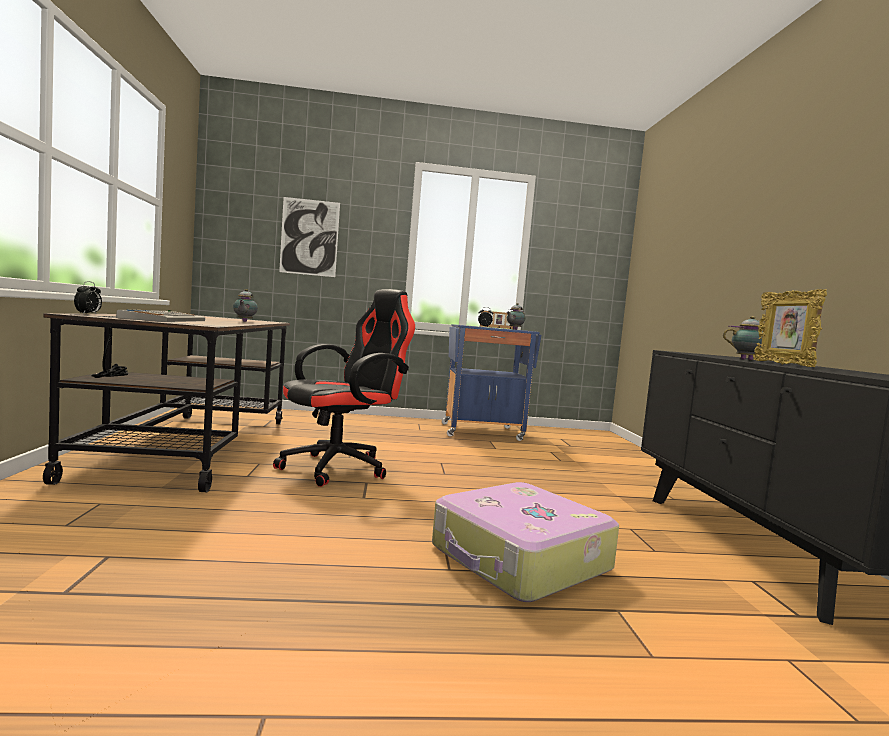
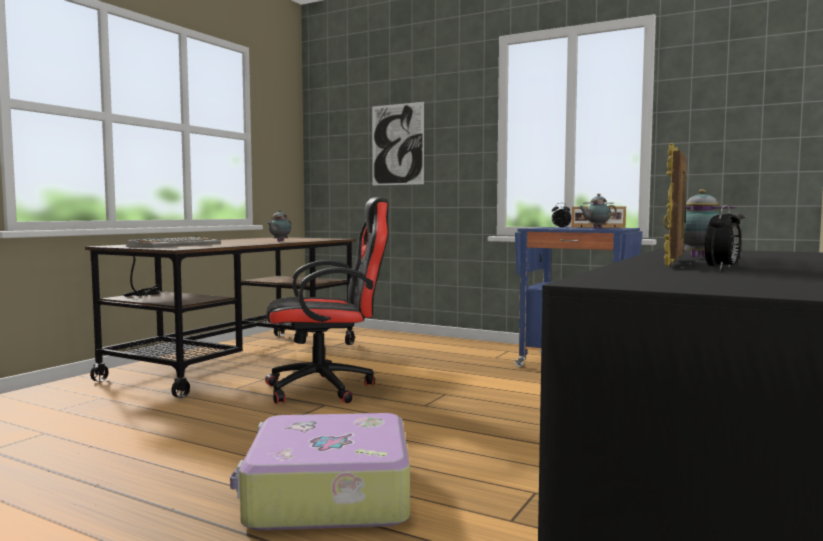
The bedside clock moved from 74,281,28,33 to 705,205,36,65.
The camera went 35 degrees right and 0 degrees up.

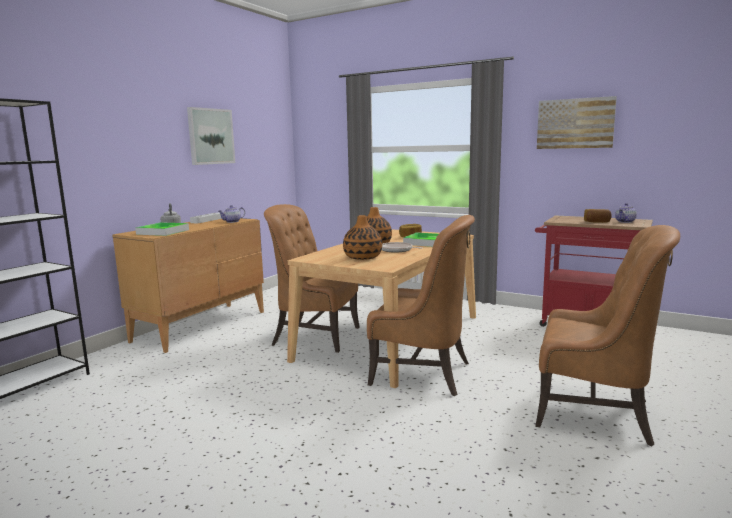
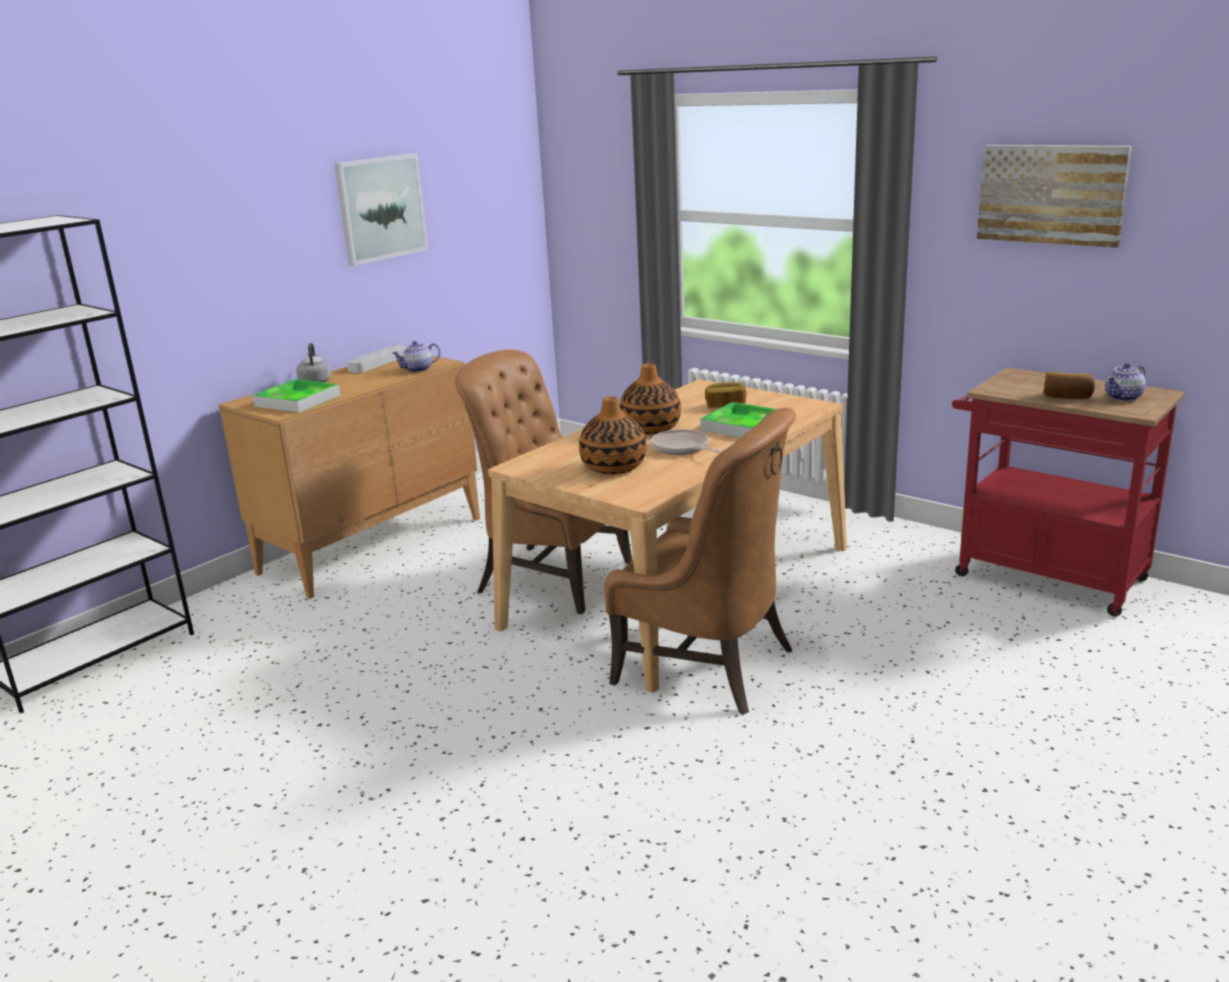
The brown plain chair at 535,225,145,221 disappeared.
The camera went 10 degrees right and 10 degrees up.

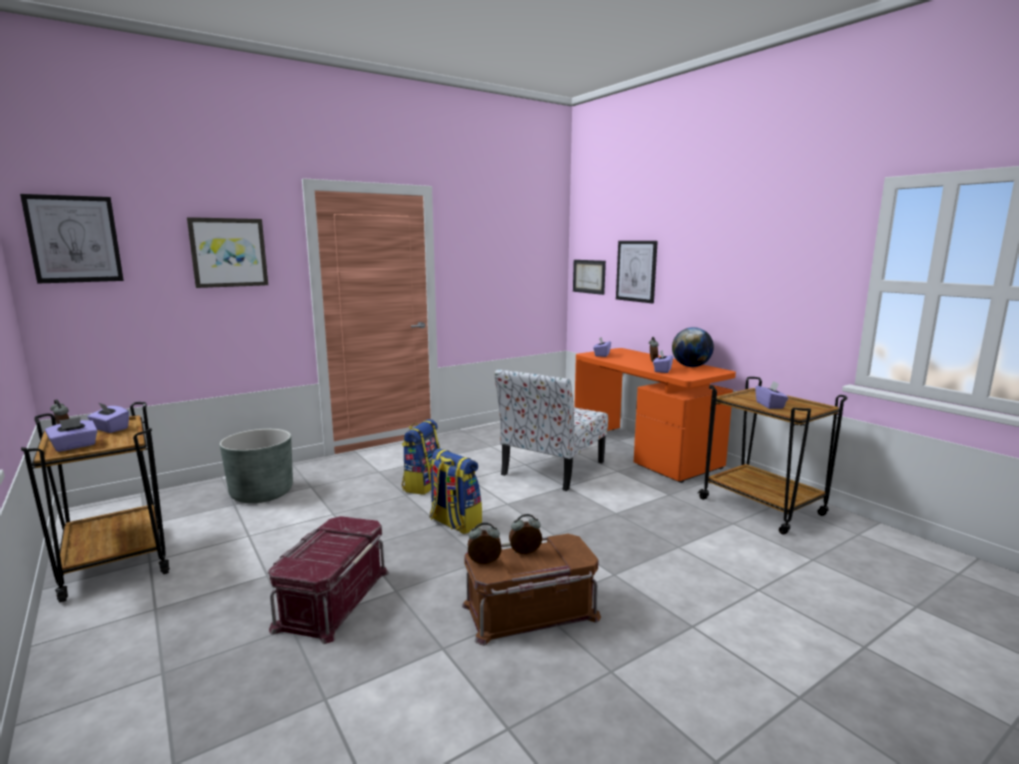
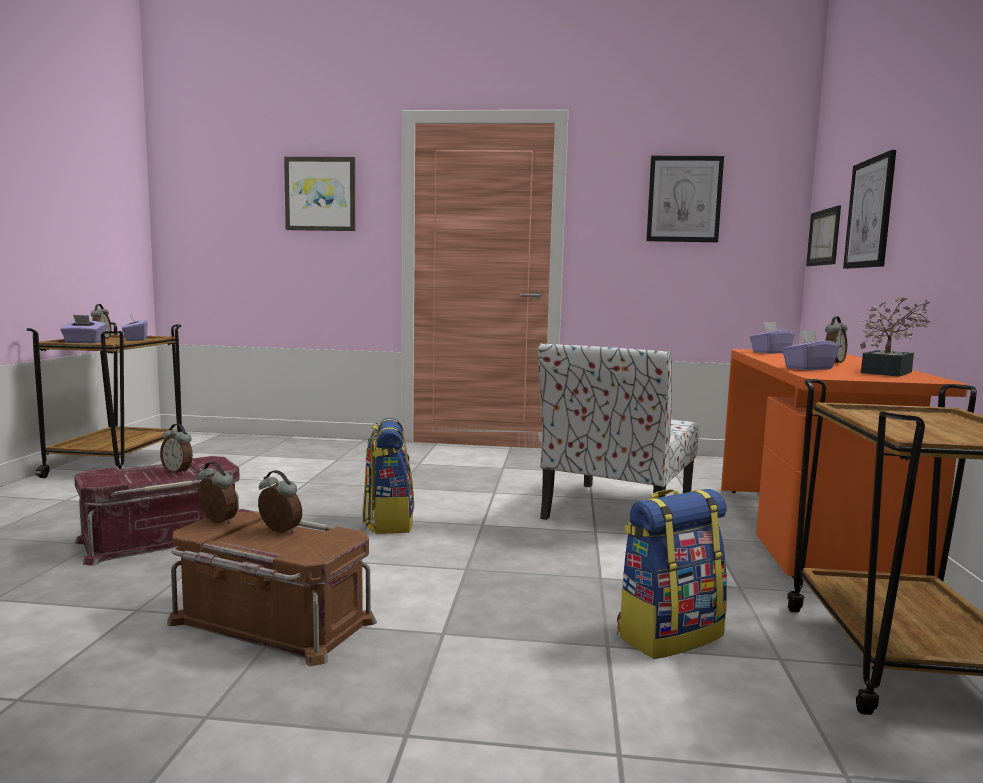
The picture moved from 20,194,104,90 to 646,156,78,86.
The grey flower pot at 220,429,73,74 disappeared.
The backpack moved from 401,419,39,76 to 617,489,110,170.
The plain chair at 494,369,114,122 turned 45 degrees counterclockwise.
The world globe at 672,327,42,40 was replaced by the plant in a pot at 860,296,71,81.
The purplish tissue box at 755,381,34,28 disappeared.
The bedside clock at 160,424,33,50 appeared.
The camera went 40 degrees right and 5 degrees down.

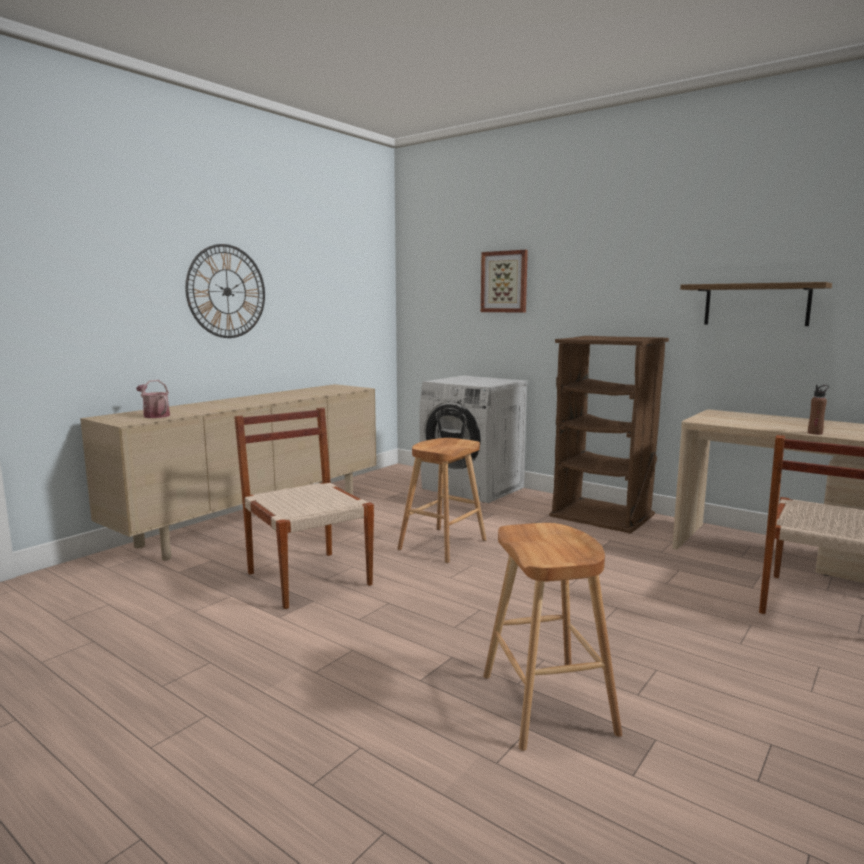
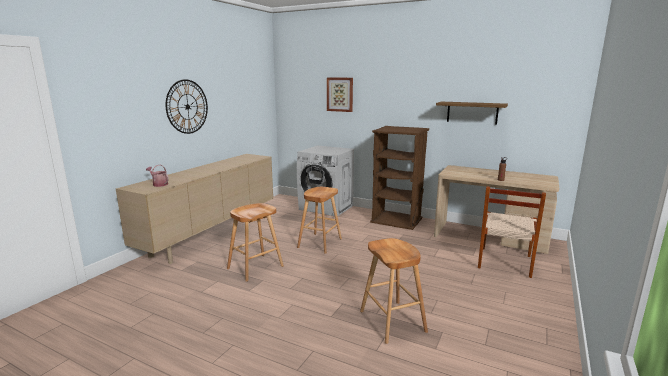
The plain chair at 234,408,140,201 was replaced by the brown stool at 227,203,57,79.
The camera went 10 degrees left and 5 degrees up.

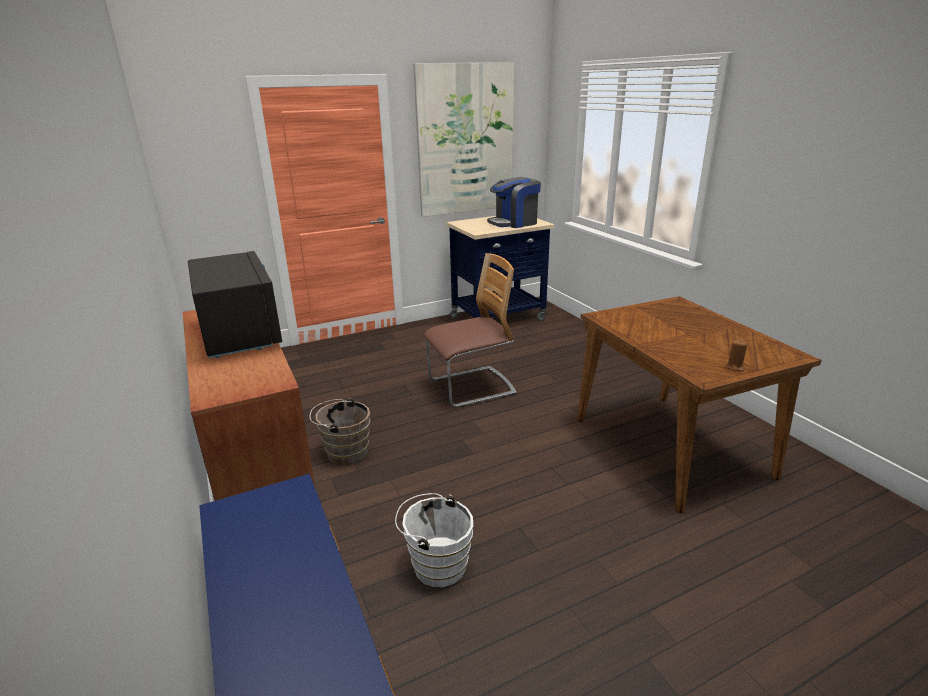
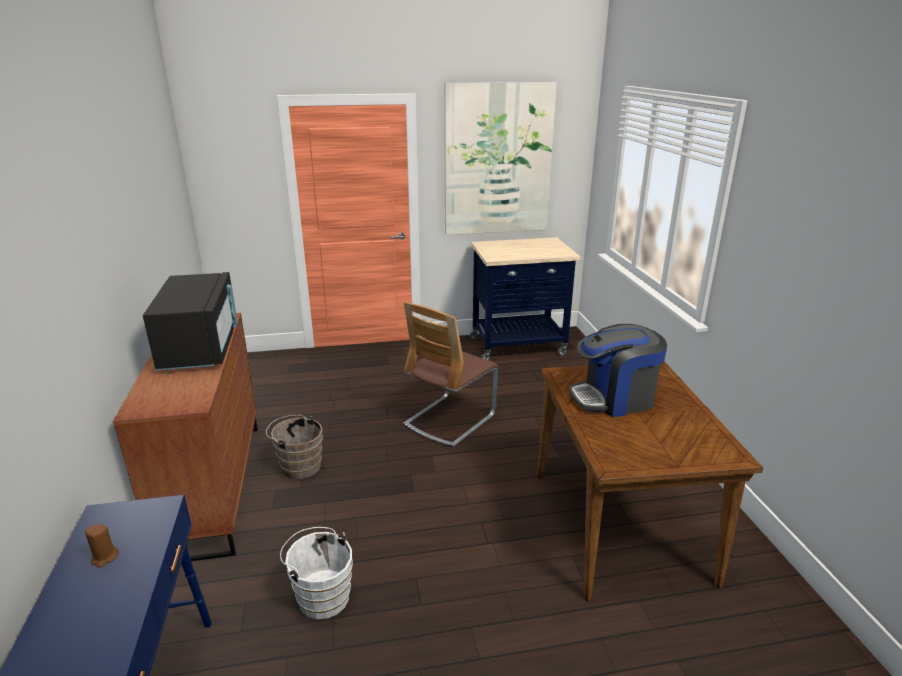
The plain chair at 424,253,92,154 turned 135 degrees clockwise.
The coffee brewer moved from 487,177,54,51 to 569,324,98,93.
The brown wax light moved from 726,340,21,32 to 85,524,34,44.
The camera went 15 degrees right and 0 degrees up.

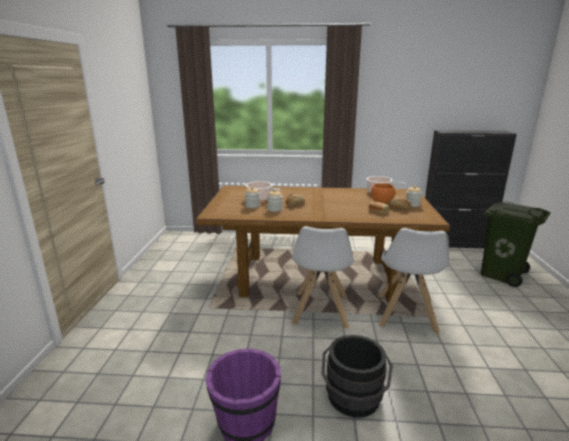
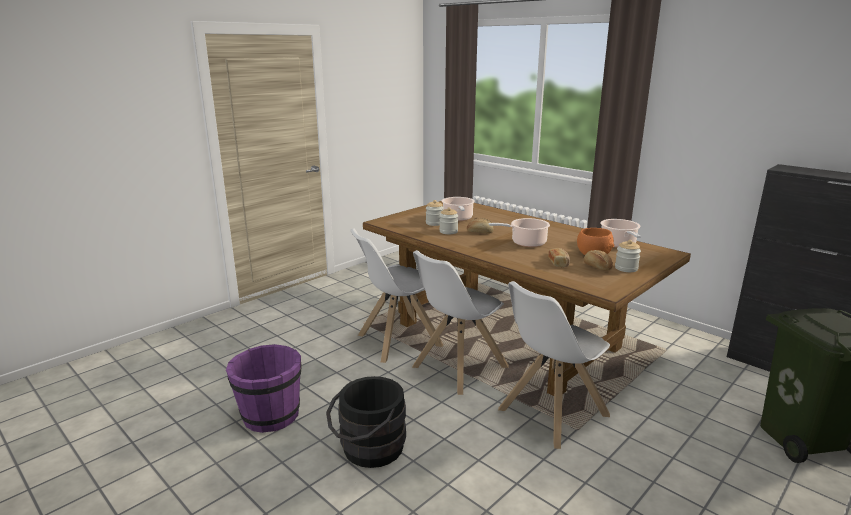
The plain chair at 350,228,93,135 appeared.
The stockpot at 488,218,62,29 appeared.
The camera went 40 degrees right and 0 degrees up.

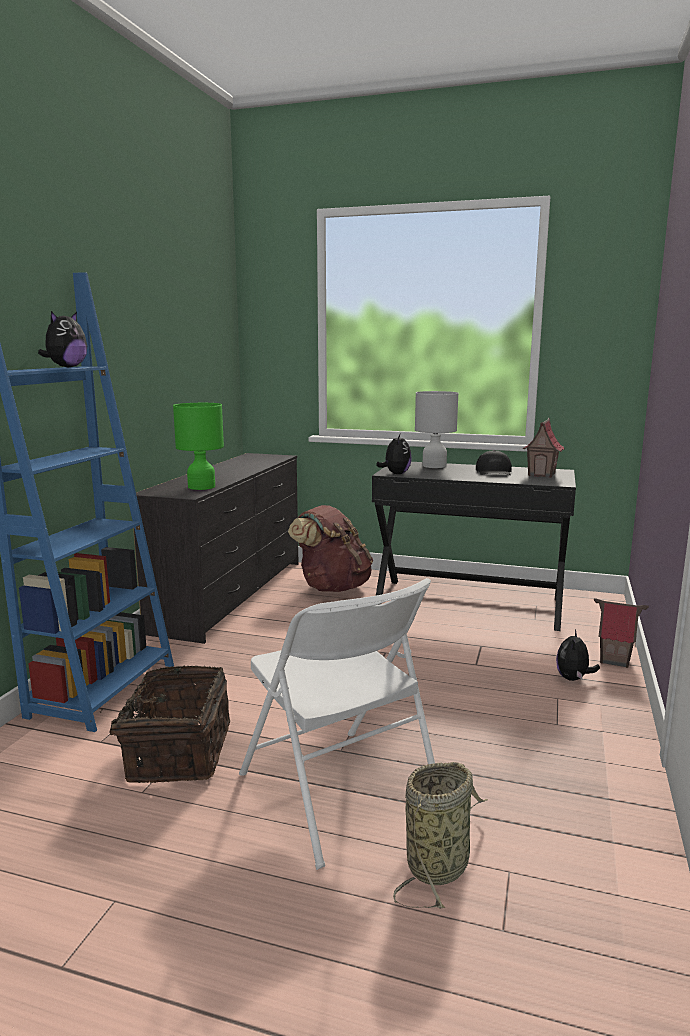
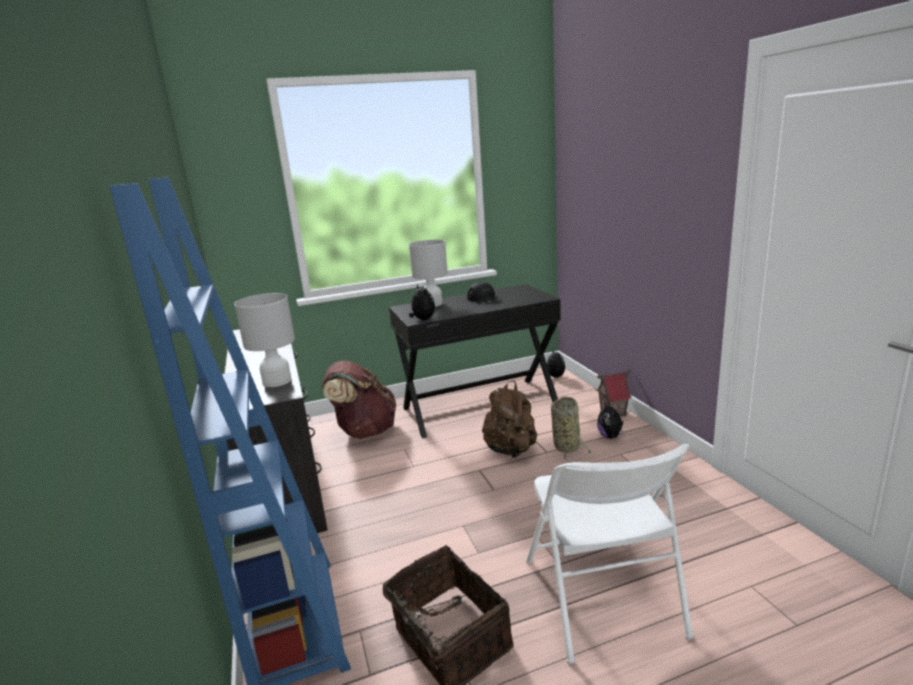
The plush toy moved from 38,311,49,57 to 547,348,18,30.
The green table lamp at 173,403,51,87 became the grey table lamp at 234,293,61,94.
The white plain chair at 239,578,196,292 turned 60 degrees clockwise.
The household basket moved from 393,762,95,147 to 551,396,41,66.
The toy house at 523,418,42,60 disappeared.
The brown backpack at 482,380,55,78 appeared.
The camera went 35 degrees left and 5 degrees up.

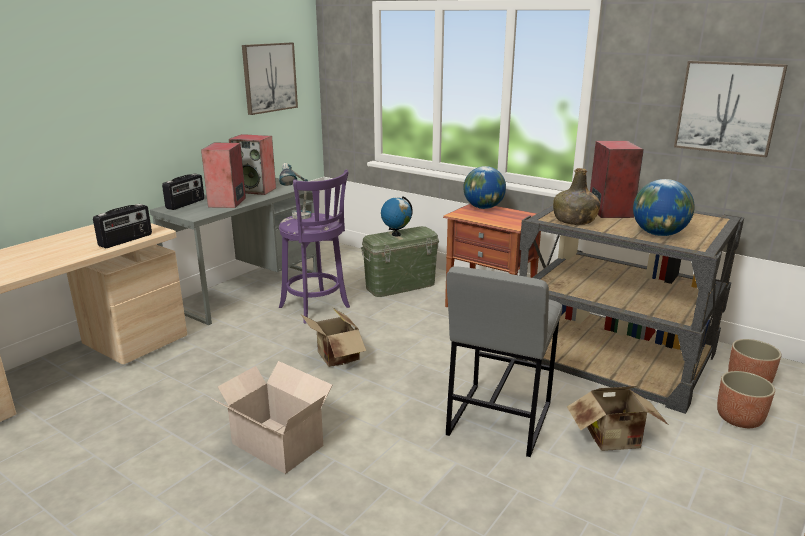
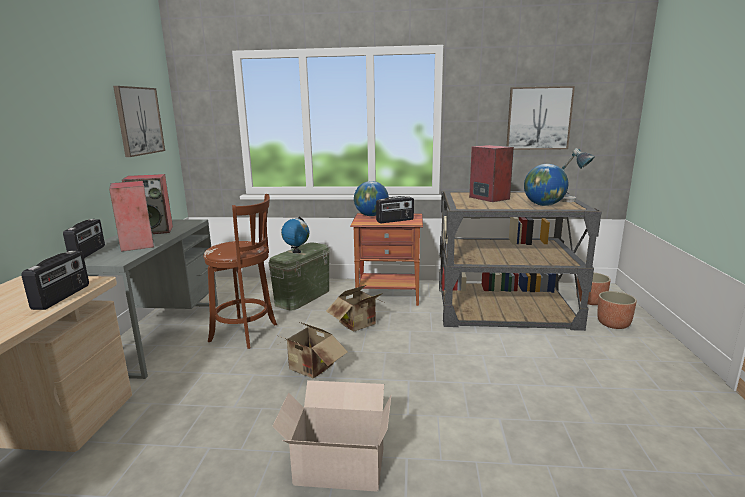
The table lamp moved from 279,163,32,56 to 560,148,34,54.
The purplish stool at 279,169,71,154 became the brown stool at 203,194,74,155.
The grey plain chair at 446,266,116,191 disappeared.
The green bottle at 553,168,47,57 disappeared.
The carton moved from 567,386,101,65 to 326,285,62,47.
The radio at 376,196,38,27 appeared.
The camera went 30 degrees left and 5 degrees down.

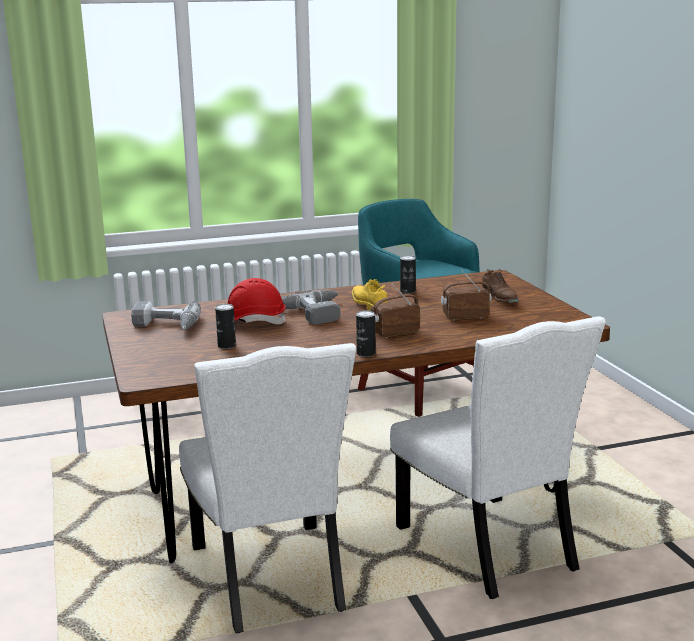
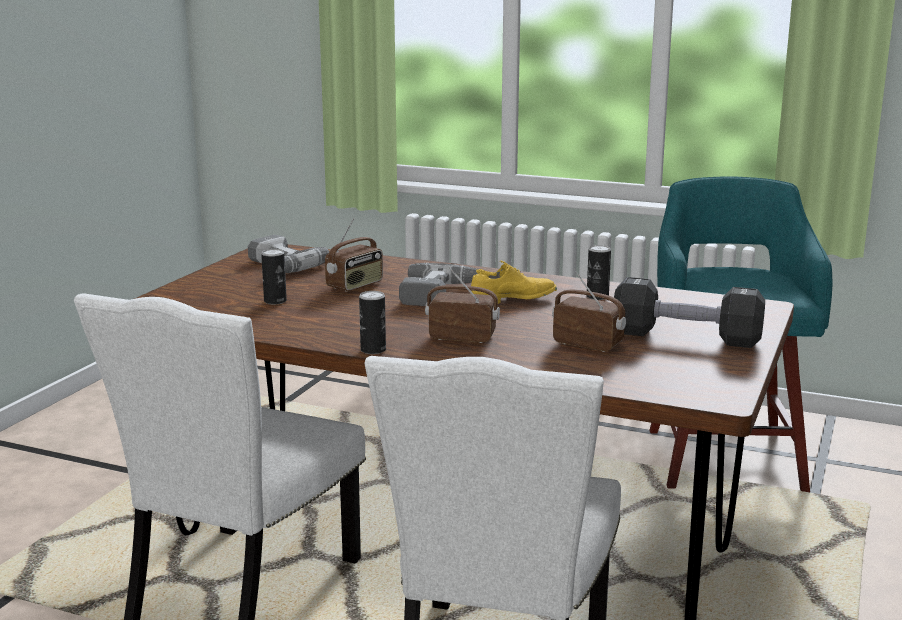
The reddish work helmet at 228,278,59,46 was replaced by the radio at 325,218,58,73.
The yellowish shoe at 352,279,36,32 turned 60 degrees clockwise.
The brown shoe at 482,269,37,34 was replaced by the blackish hand weight at 614,277,151,71.
The camera went 40 degrees right and 0 degrees up.

